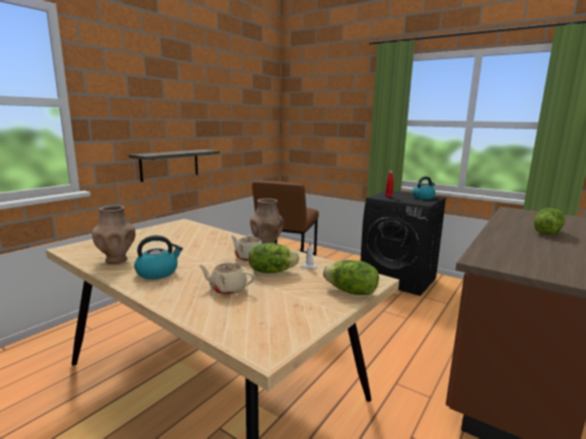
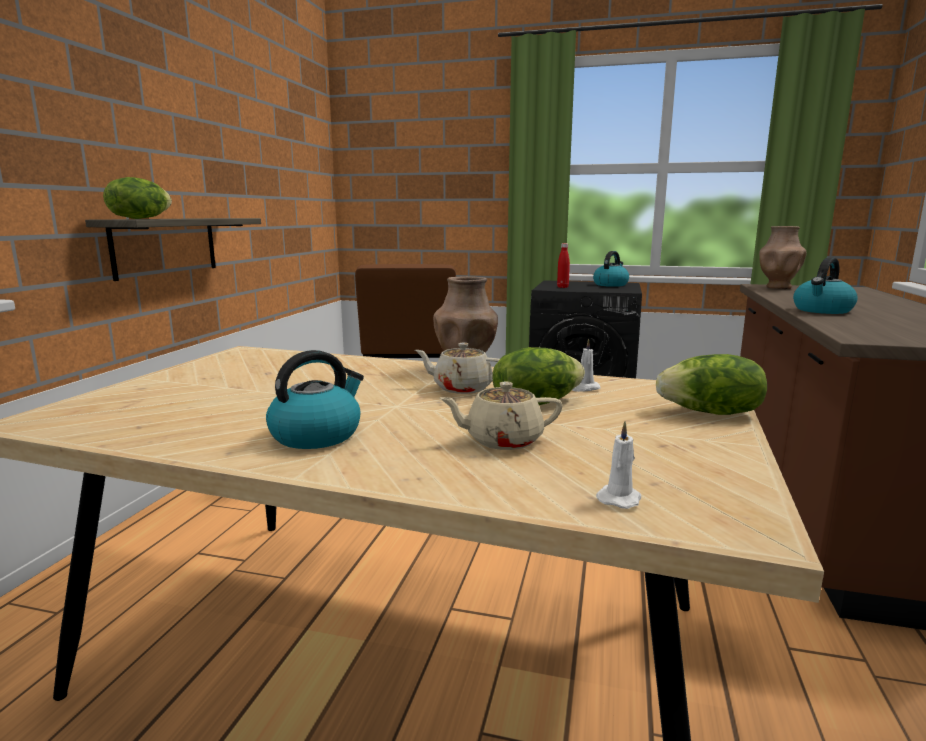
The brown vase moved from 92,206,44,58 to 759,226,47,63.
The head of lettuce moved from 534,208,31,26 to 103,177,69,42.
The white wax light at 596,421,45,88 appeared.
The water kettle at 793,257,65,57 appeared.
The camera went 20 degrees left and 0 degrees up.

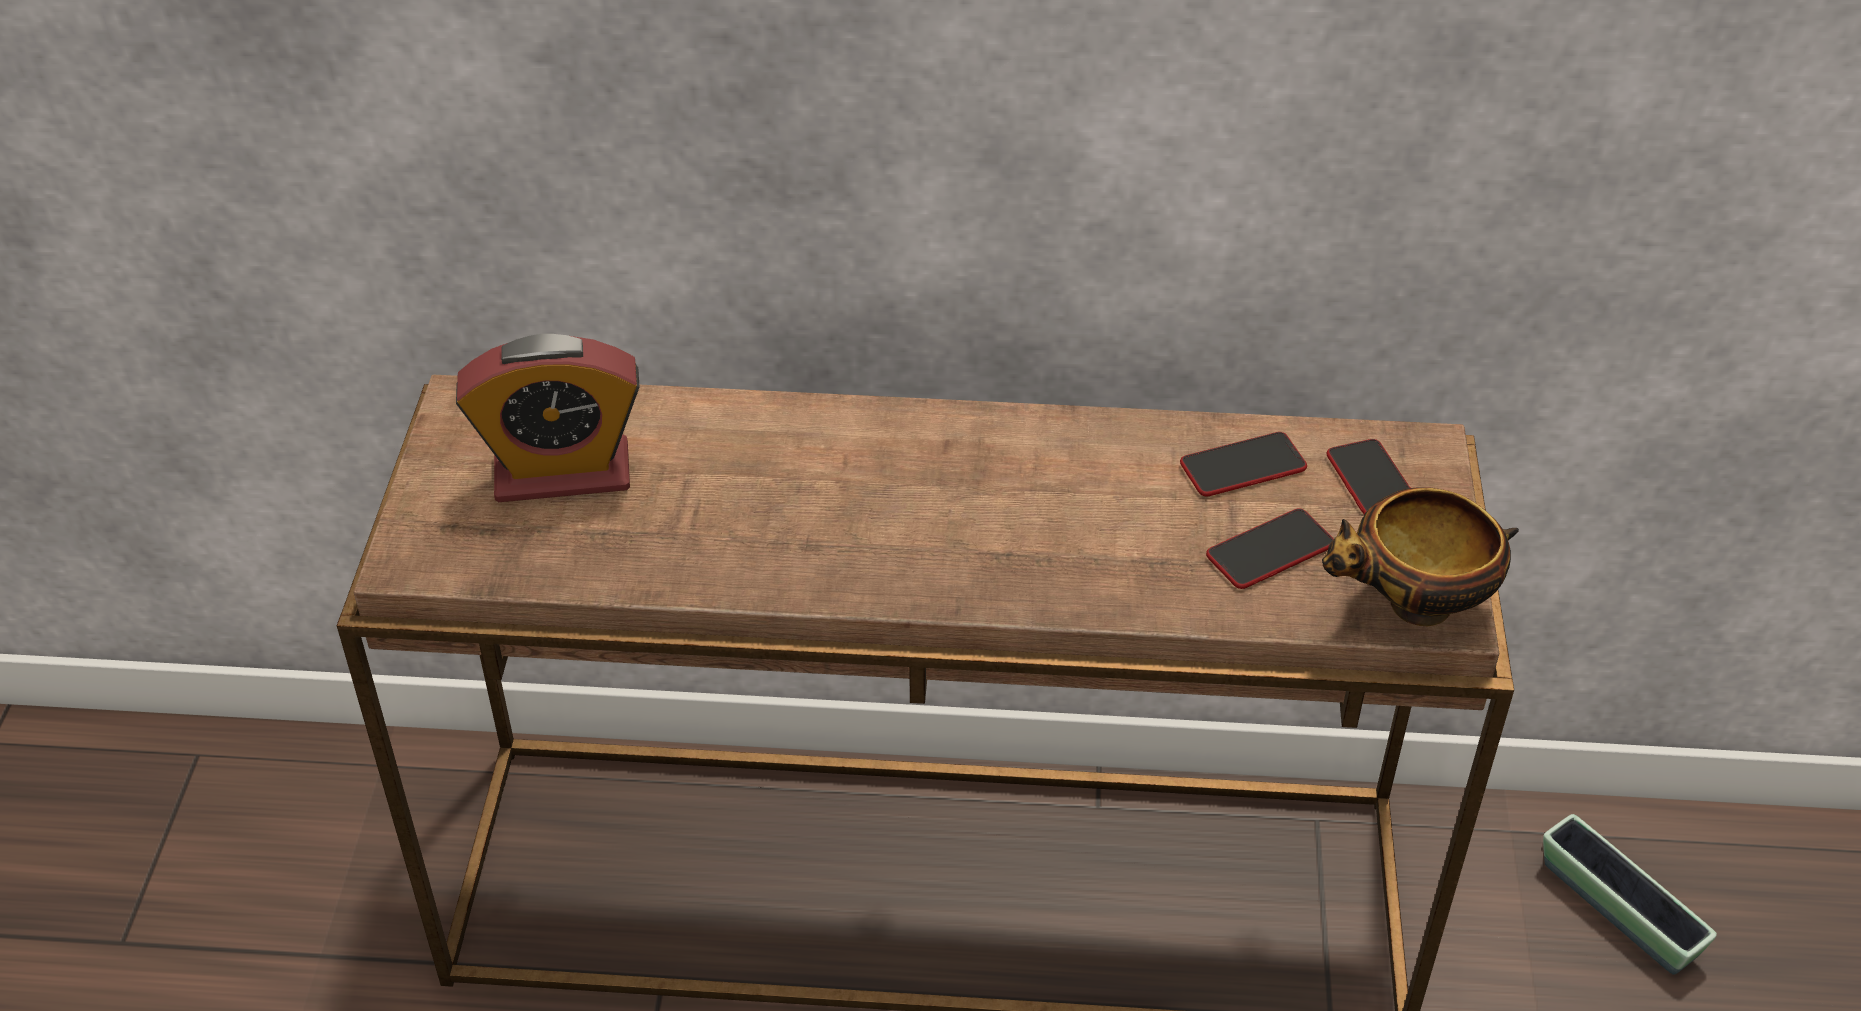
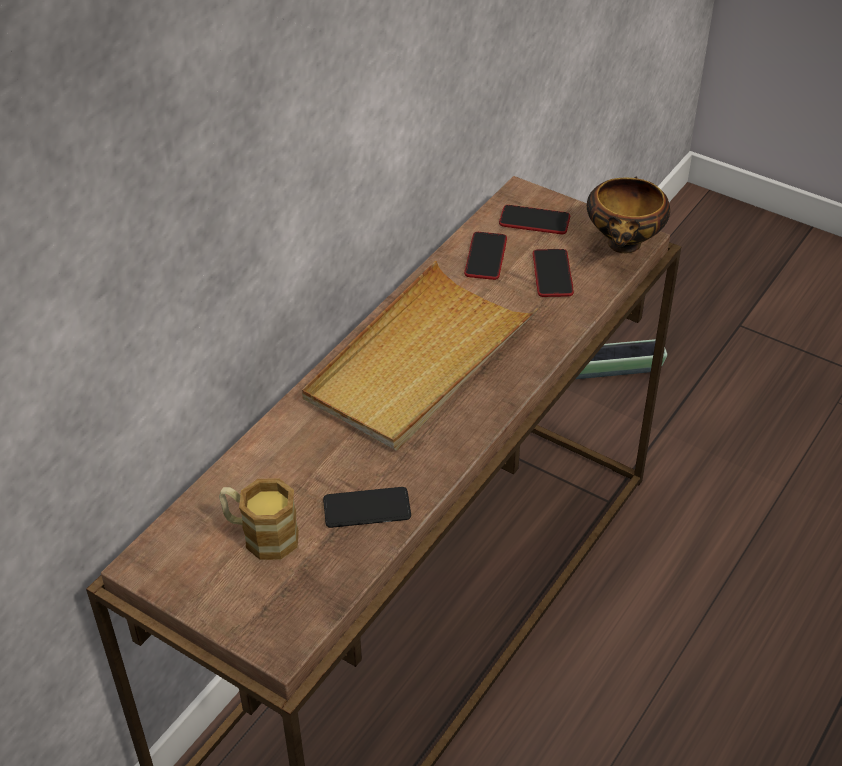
The bedside clock at 456,334,184,168 was replaced by the coffee mug at 219,478,80,82.
The sand-coloured tray at 302,261,236,190 appeared.
The handset at 323,487,88,41 appeared.
The camera went 60 degrees left and 0 degrees up.

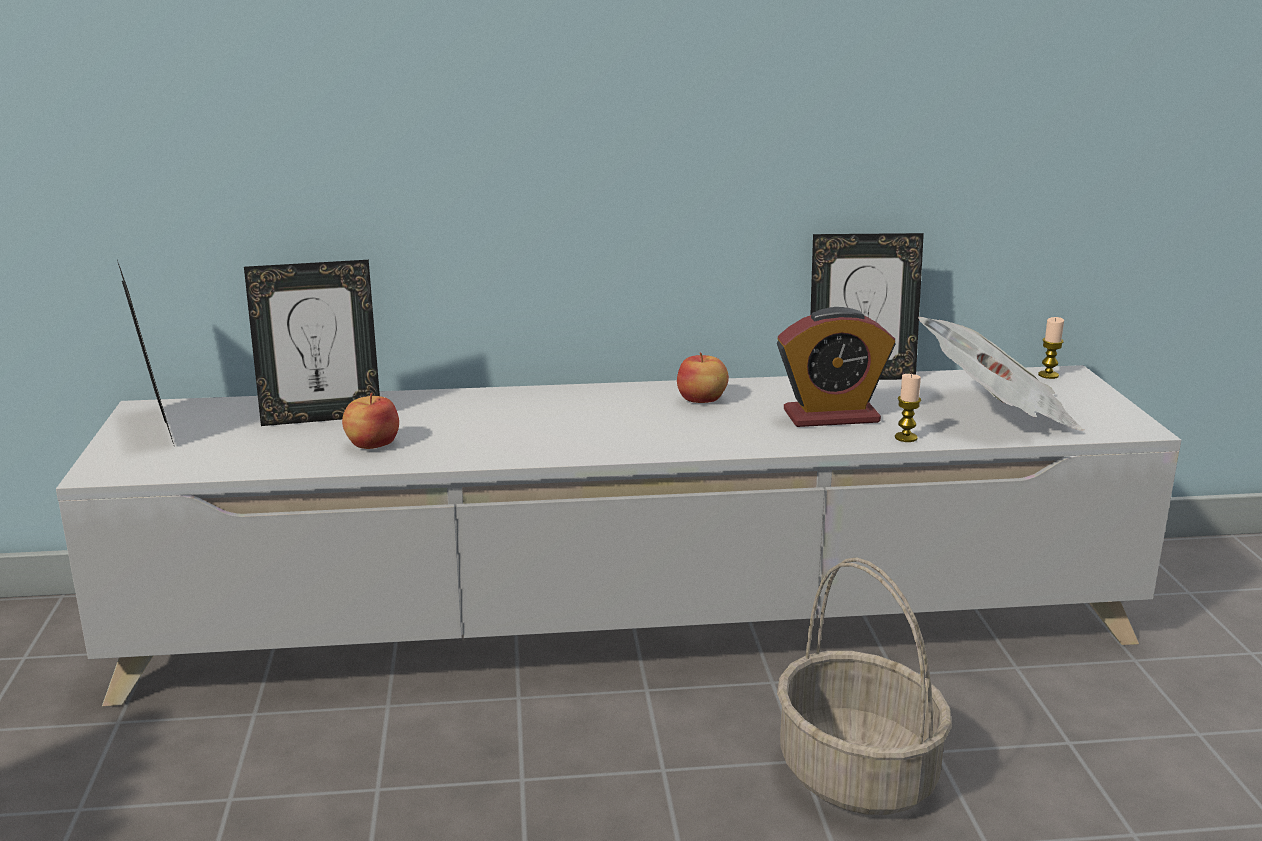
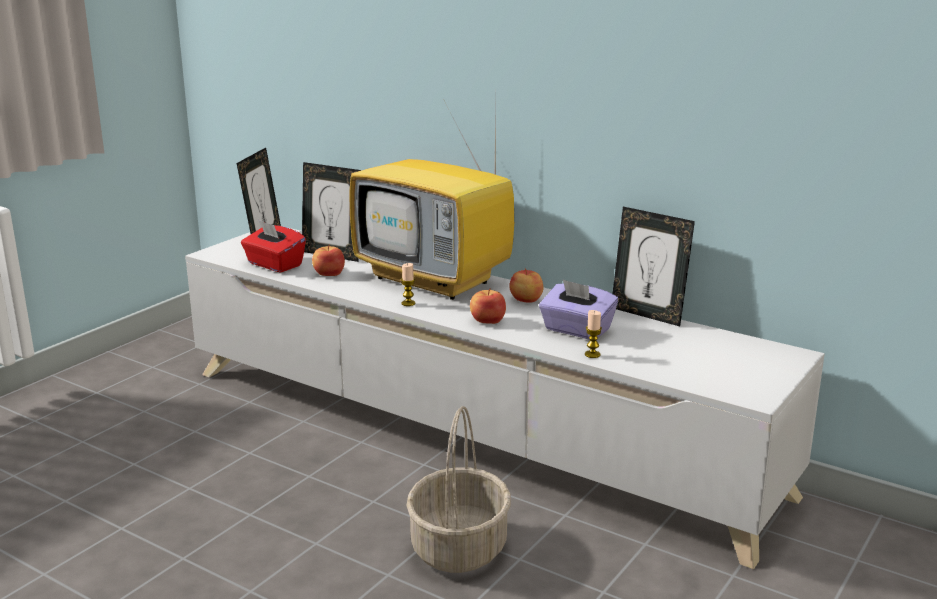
The bedside clock at 777,307,118,120 was replaced by the purplish tissue box at 539,279,79,60.
The daily paper at 918,317,166,114 disappeared.
The wax light moved from 1038,317,26,62 to 401,263,14,43.
The reddish tissue box at 241,220,65,53 appeared.
The TV at 349,97,165,203 appeared.
The whole apple at 470,288,36,36 appeared.
The camera went 40 degrees right and 0 degrees up.

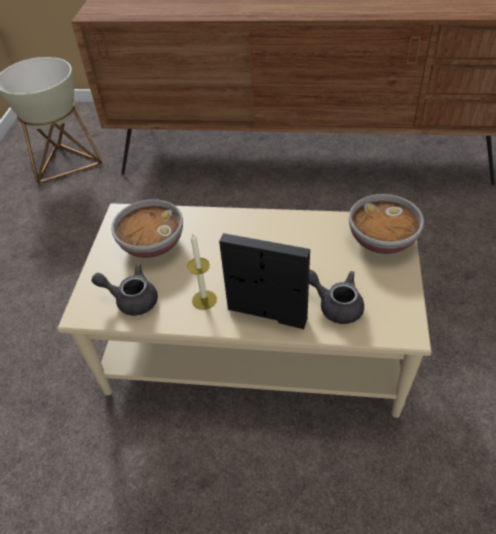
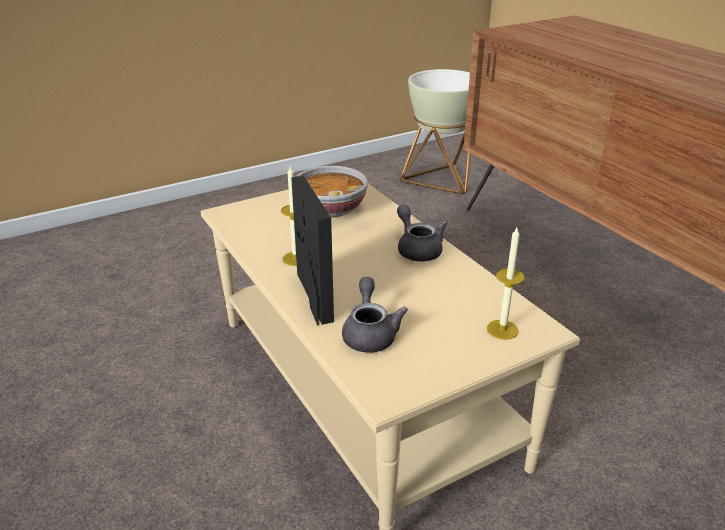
The grey pot for tea moved from 92,264,66,52 to 397,205,50,56.
The bowl at 349,194,75,60 was replaced by the wax light at 487,228,37,112.
The camera went 50 degrees right and 15 degrees down.

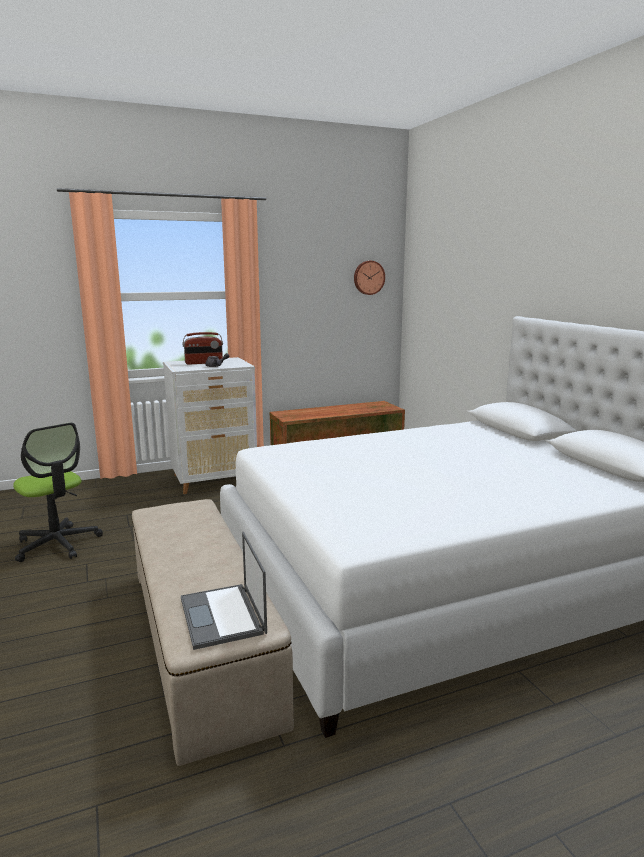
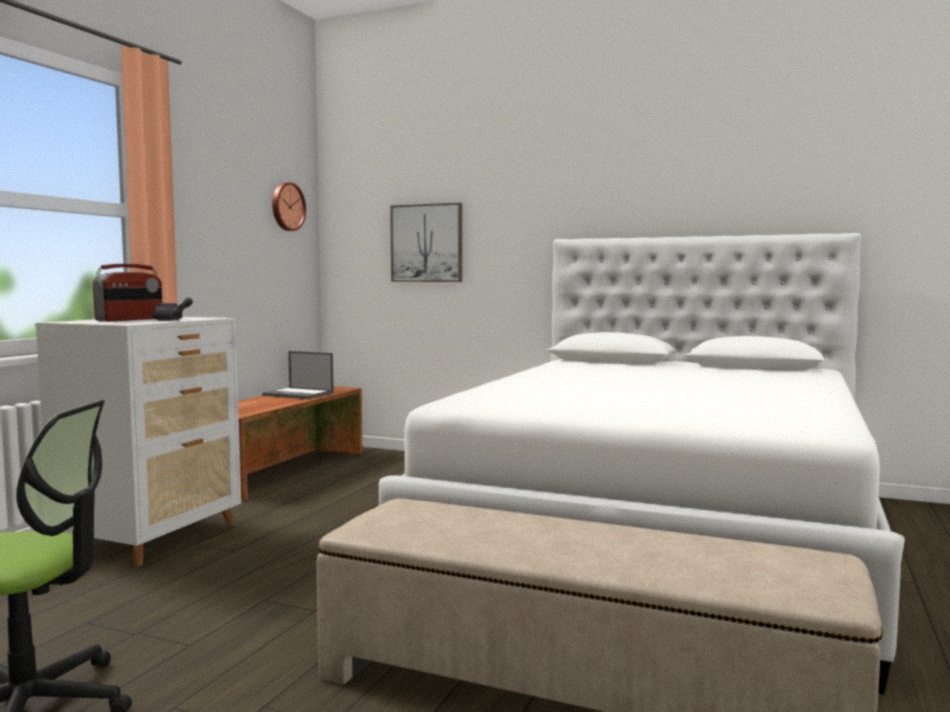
The laptop moved from 181,532,86,118 to 262,351,72,48.
The picture at 390,203,72,79 appeared.
The camera went 45 degrees left and 10 degrees down.

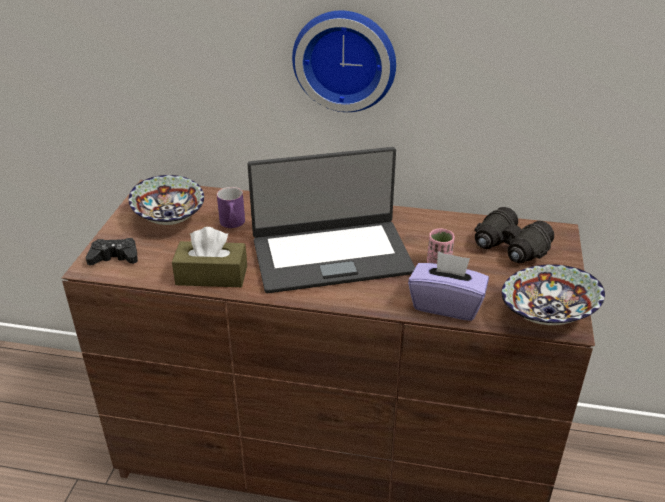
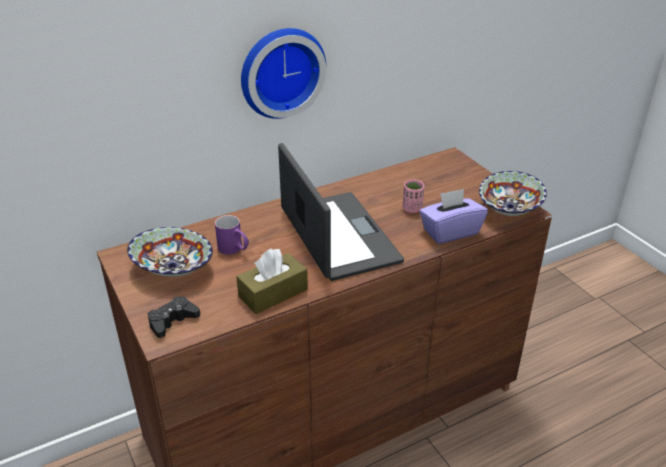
The laptop at 247,147,168,146 turned 60 degrees counterclockwise.
The blackish pair of binoculars at 474,207,80,56 disappeared.
The camera went 40 degrees left and 0 degrees up.

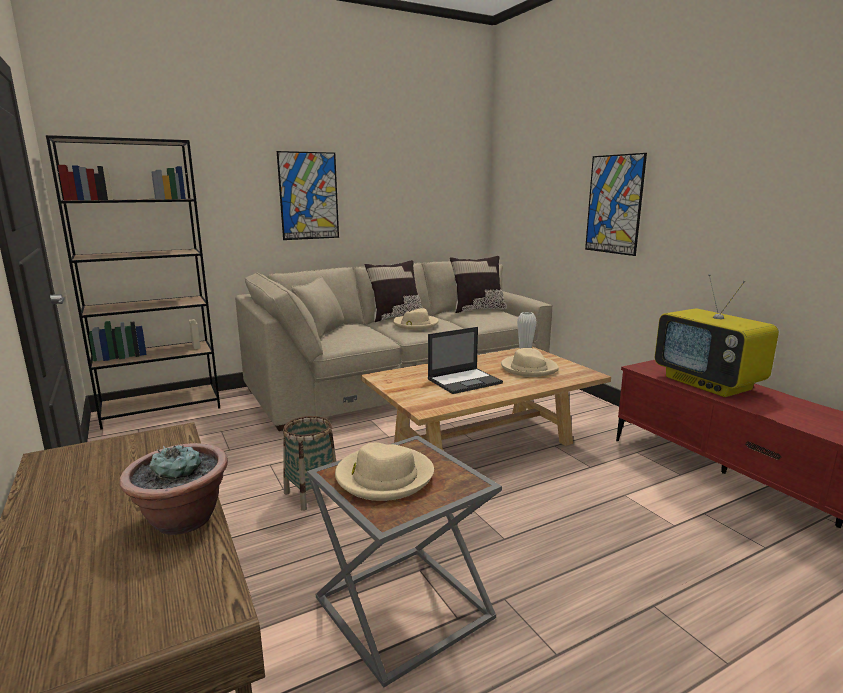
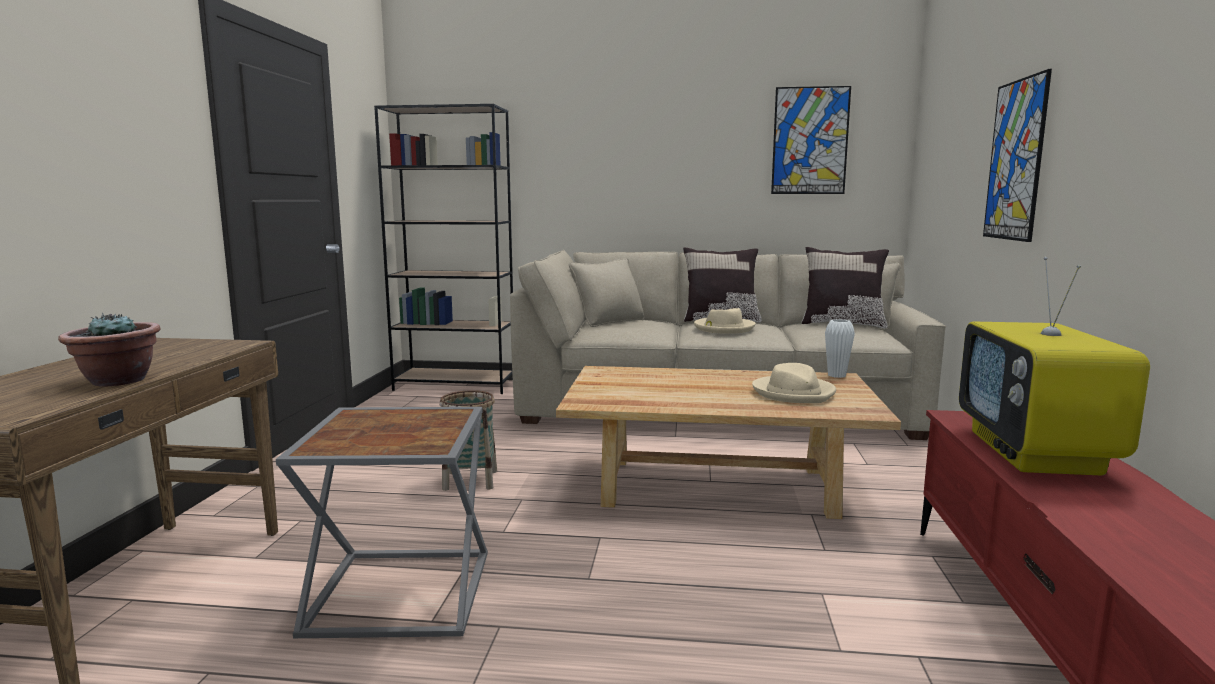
The picture moved from 277,151,62,89 to 771,86,80,108.
The sand-coloured clothing hat at 335,443,99,58 disappeared.
The laptop at 428,327,75,67 disappeared.
The camera went 35 degrees right and 5 degrees down.

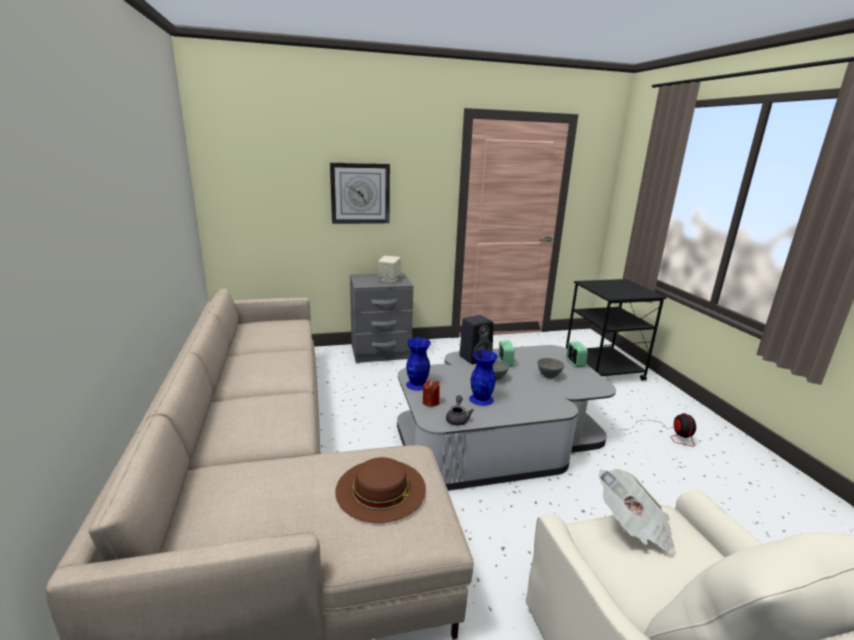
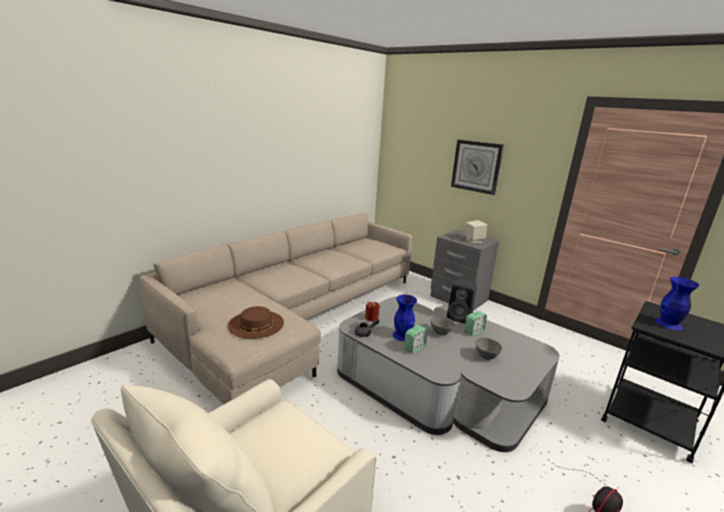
The blue vase moved from 406,337,25,54 to 655,277,44,53.
The bedside clock moved from 566,341,22,26 to 404,325,23,28.
The daily paper at 599,469,77,86 disappeared.
The camera went 55 degrees right and 0 degrees up.

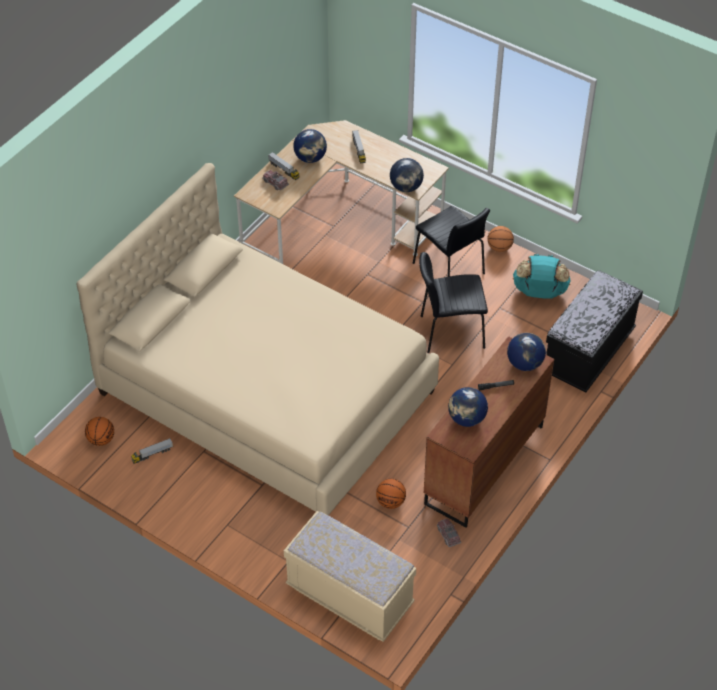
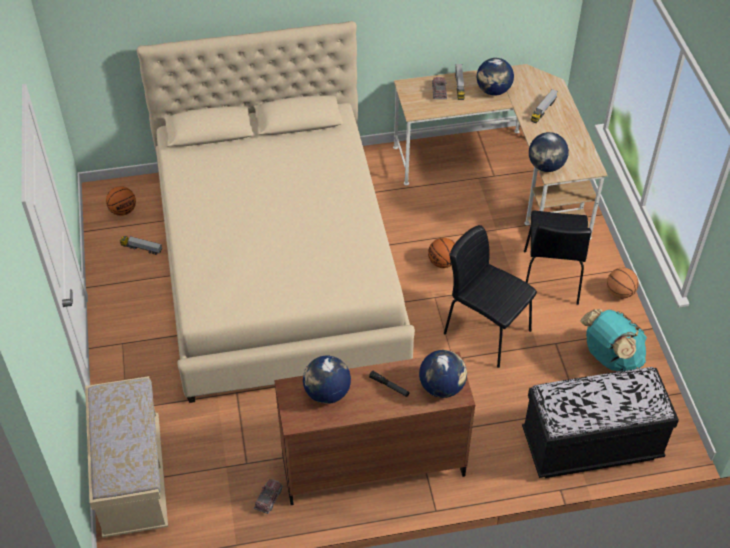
The basketball moved from 376,479,30,30 to 428,238,27,30.
The camera went 45 degrees right and 0 degrees up.

